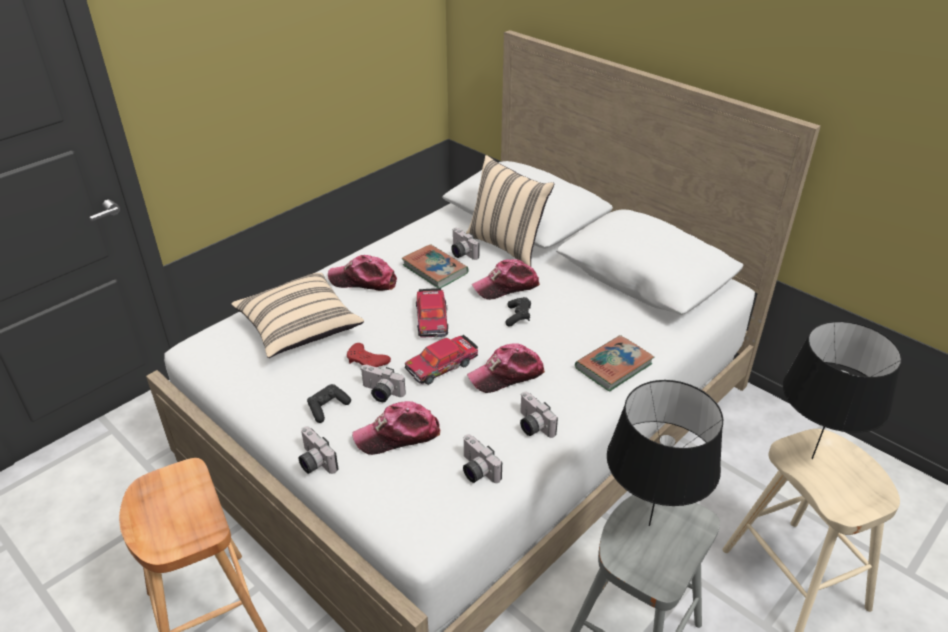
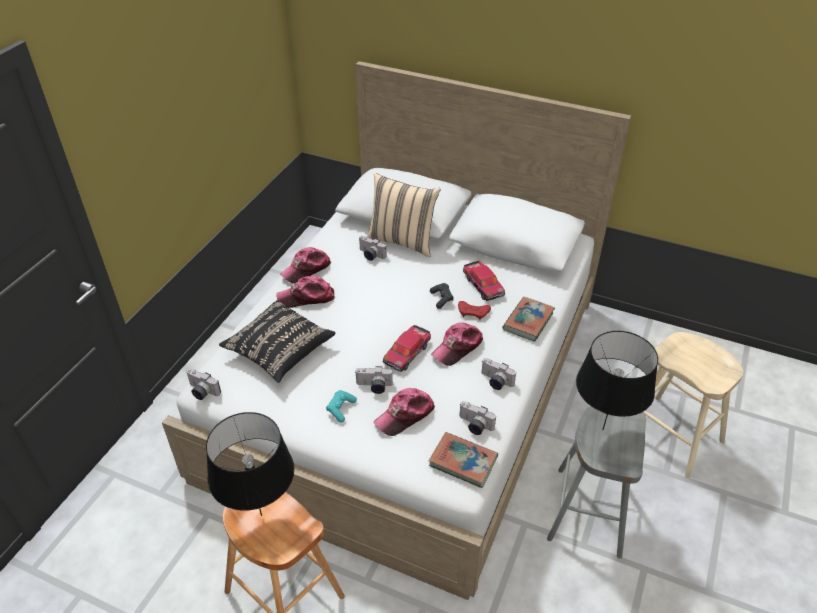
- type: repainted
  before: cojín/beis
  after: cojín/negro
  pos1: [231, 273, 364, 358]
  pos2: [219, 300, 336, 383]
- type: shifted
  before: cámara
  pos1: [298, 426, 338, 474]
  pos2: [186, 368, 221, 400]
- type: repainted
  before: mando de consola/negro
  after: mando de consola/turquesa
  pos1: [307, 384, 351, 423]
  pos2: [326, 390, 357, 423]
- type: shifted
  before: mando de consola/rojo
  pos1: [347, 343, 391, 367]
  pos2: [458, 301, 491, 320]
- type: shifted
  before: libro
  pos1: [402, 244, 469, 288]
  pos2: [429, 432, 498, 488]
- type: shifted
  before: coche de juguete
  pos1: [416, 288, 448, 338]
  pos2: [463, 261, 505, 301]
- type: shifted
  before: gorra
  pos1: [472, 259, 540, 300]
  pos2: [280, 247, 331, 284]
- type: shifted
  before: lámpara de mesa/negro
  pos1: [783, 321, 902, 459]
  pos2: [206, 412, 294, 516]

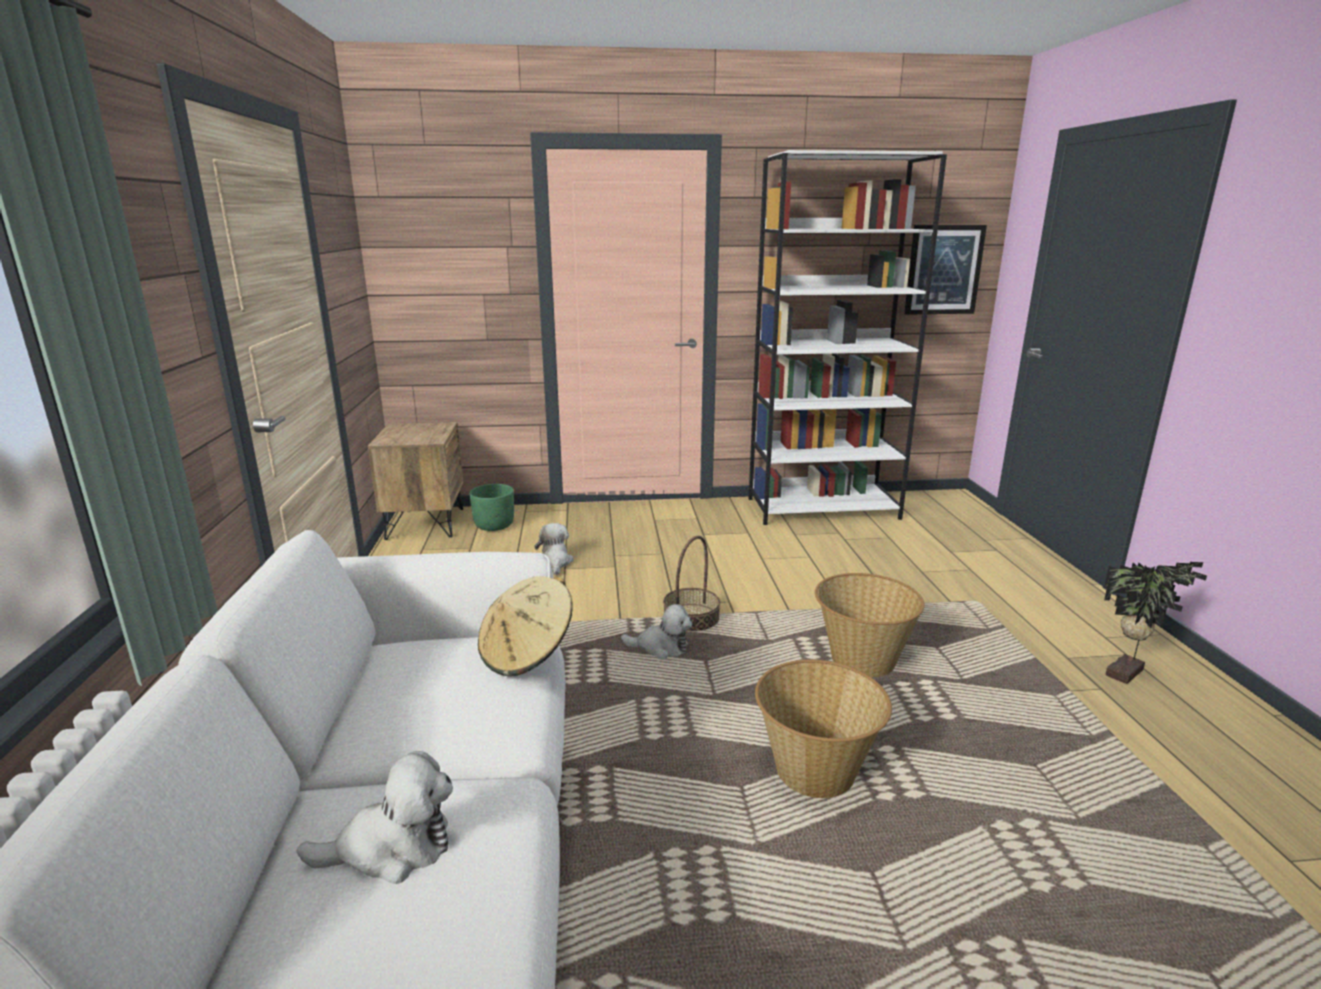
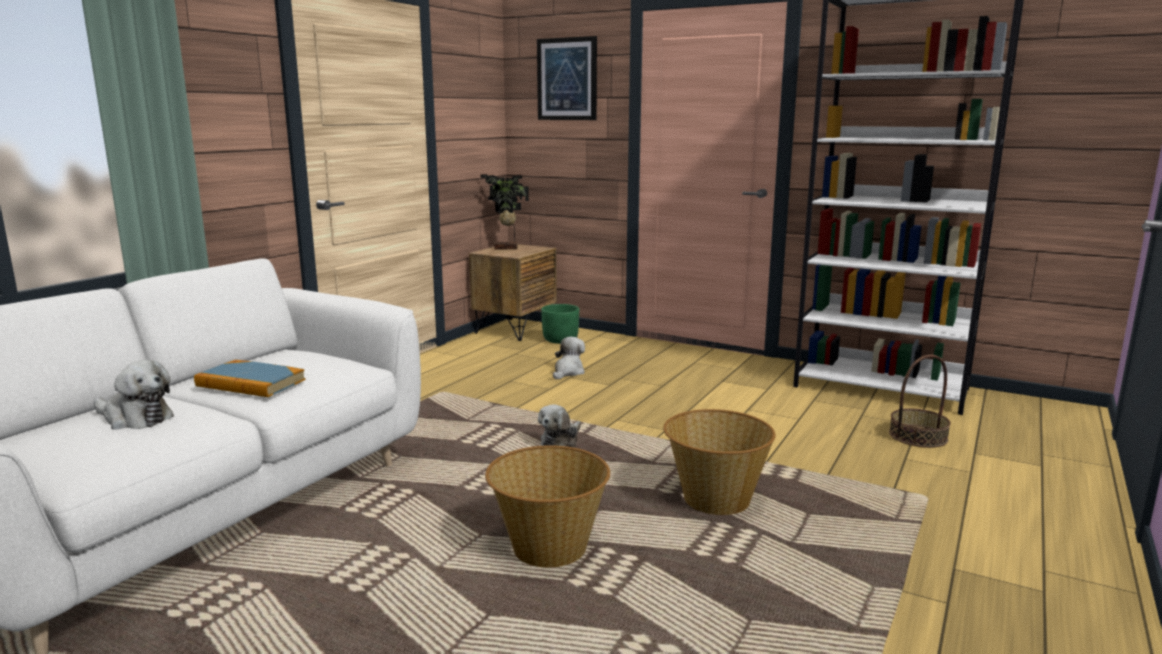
- type: gone
  before: sombrero/beis
  pos1: [478, 576, 573, 677]
- type: rotated
  before: peluche
  pos1: [621, 604, 692, 659]
  pos2: [538, 404, 581, 447]
  turn: 75
- type: shifted
  before: cesta
  pos1: [663, 536, 720, 632]
  pos2: [889, 355, 951, 448]
- type: shifted
  before: cuadro
  pos1: [904, 225, 987, 315]
  pos2: [537, 36, 597, 120]
- type: shifted
  before: planta en maceta
  pos1: [1104, 562, 1207, 684]
  pos2: [480, 174, 529, 250]
- type: new
  after: libro
  pos2: [194, 360, 306, 397]

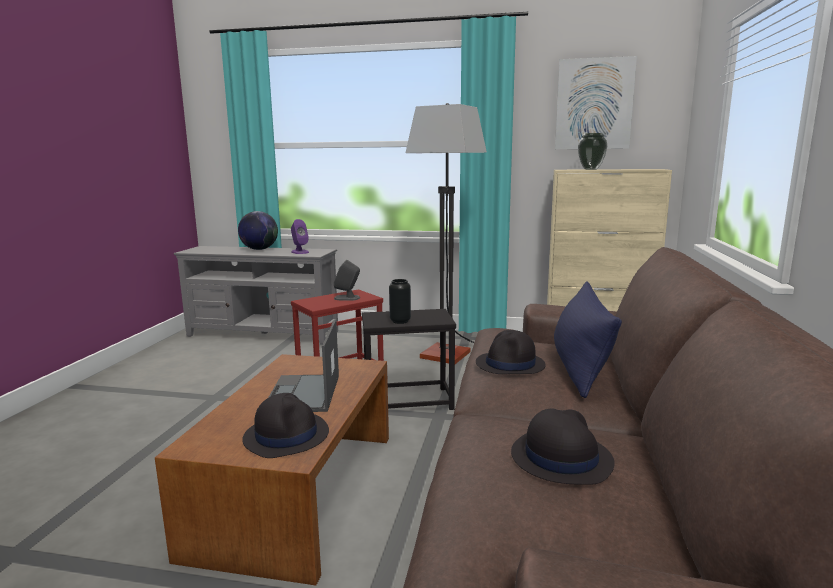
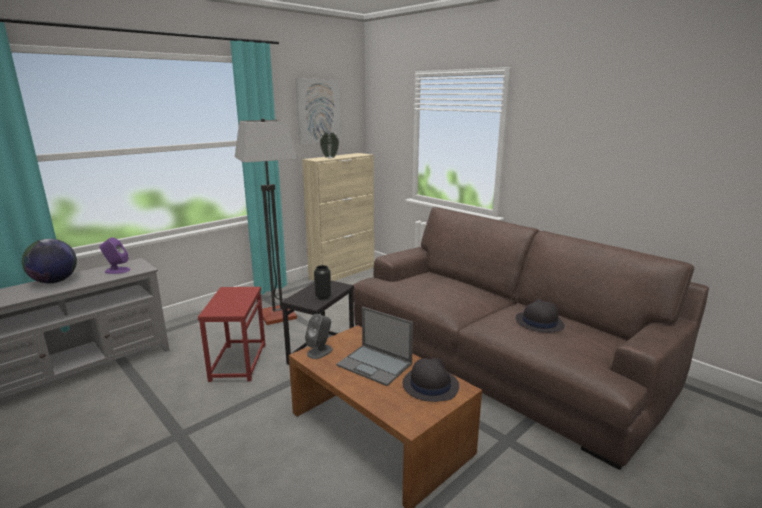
- type: shifted
  before: altavoz/gris
  pos1: [334, 260, 360, 301]
  pos2: [305, 314, 333, 359]
- type: gone
  before: sombrero/negro
  pos1: [476, 330, 546, 374]
- type: gone
  before: cojín/azul
  pos1: [554, 281, 622, 398]

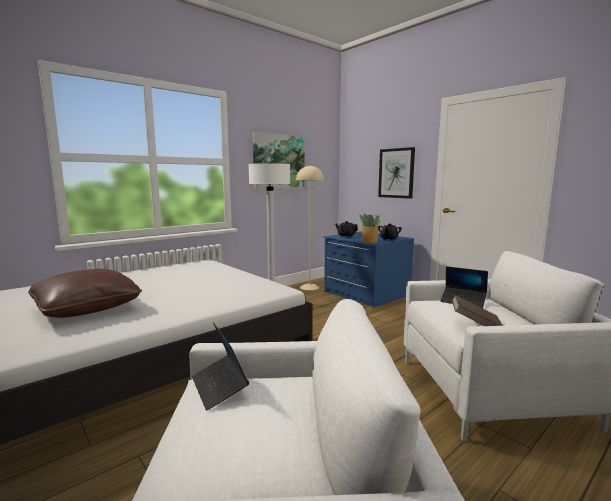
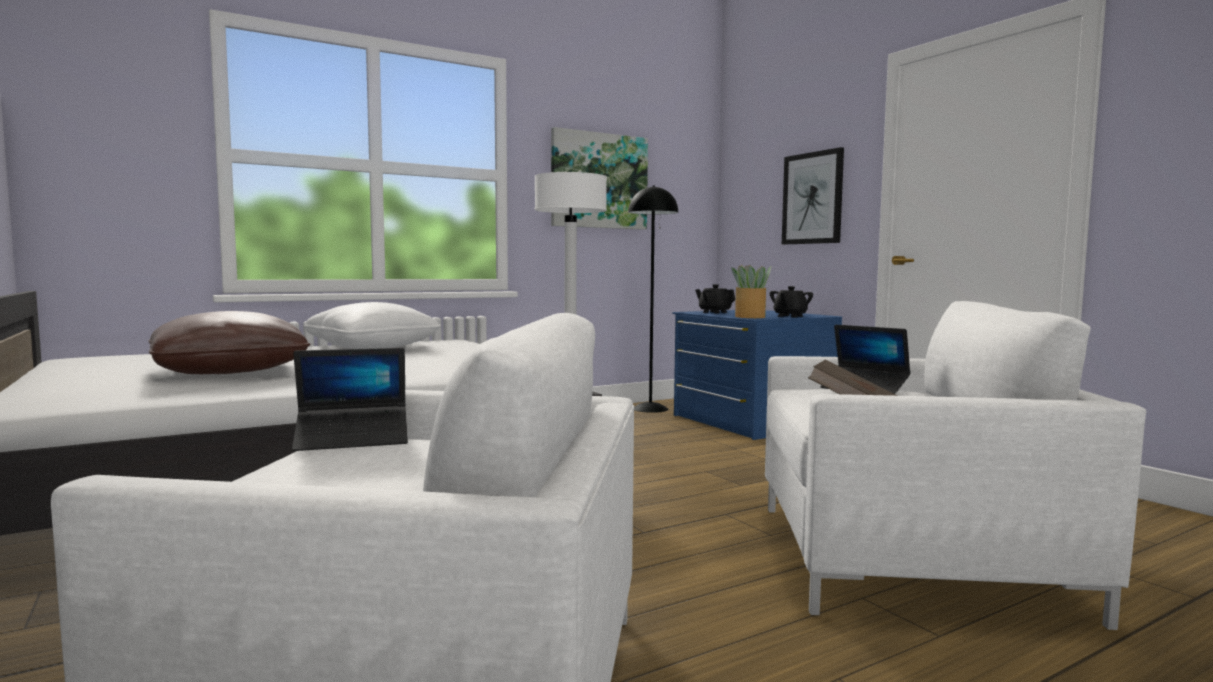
- type: rotated
  before: portátil
  pos1: [192, 323, 249, 411]
  pos2: [292, 348, 408, 451]
  turn: -90
- type: repainted
  before: lámpara de pie/beis
  after: lámpara de pie/negro
  pos1: [296, 165, 324, 290]
  pos2: [628, 185, 678, 413]
- type: new
  after: cojín/blanco
  pos2: [304, 302, 441, 349]

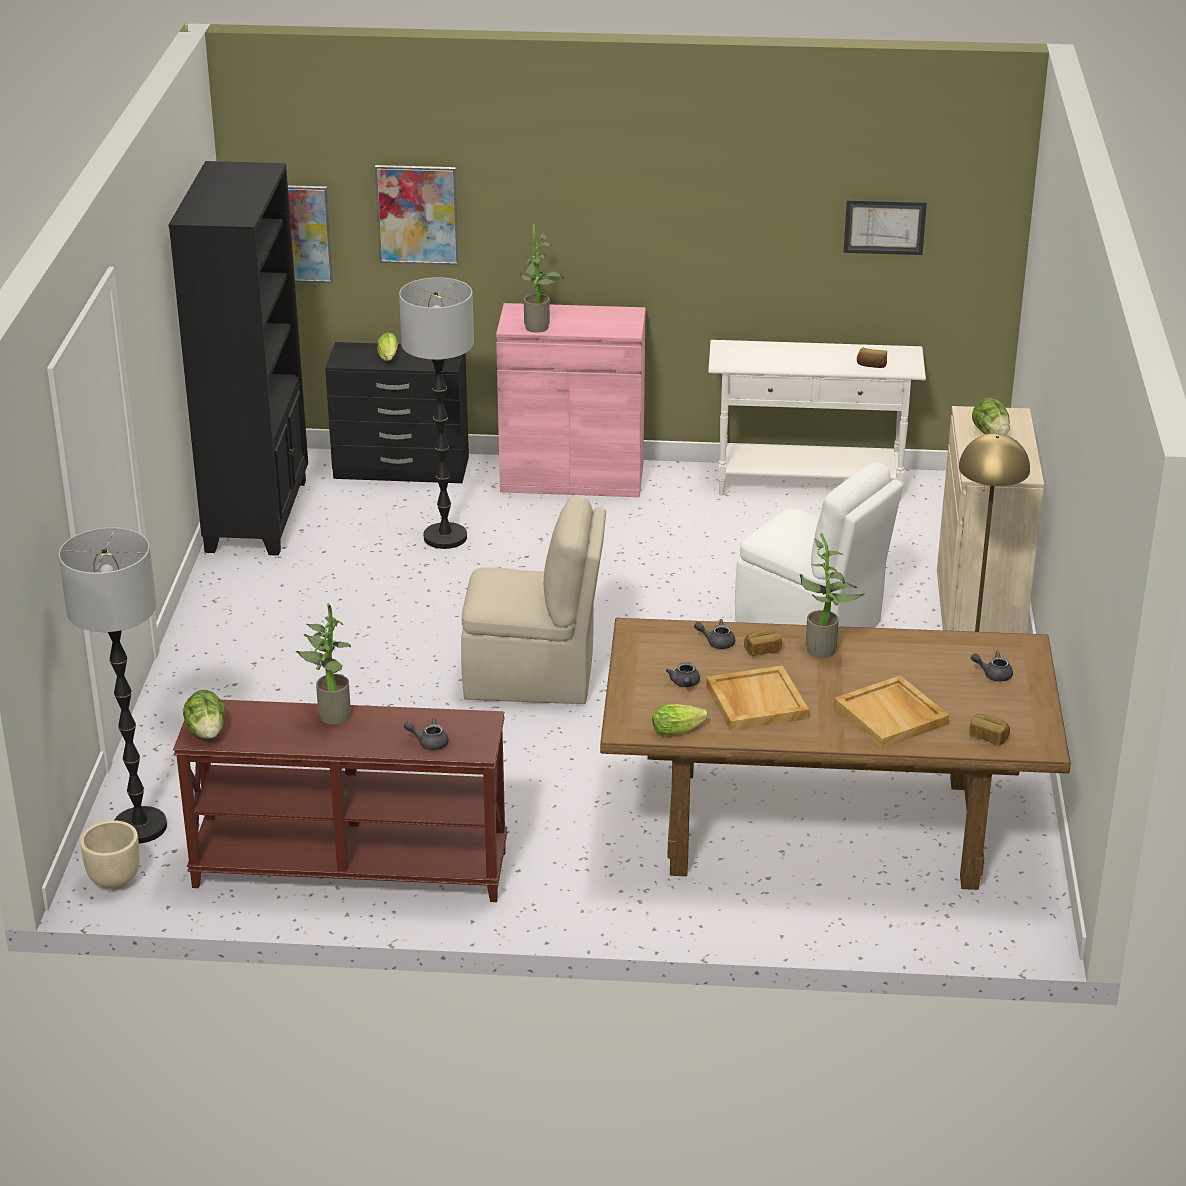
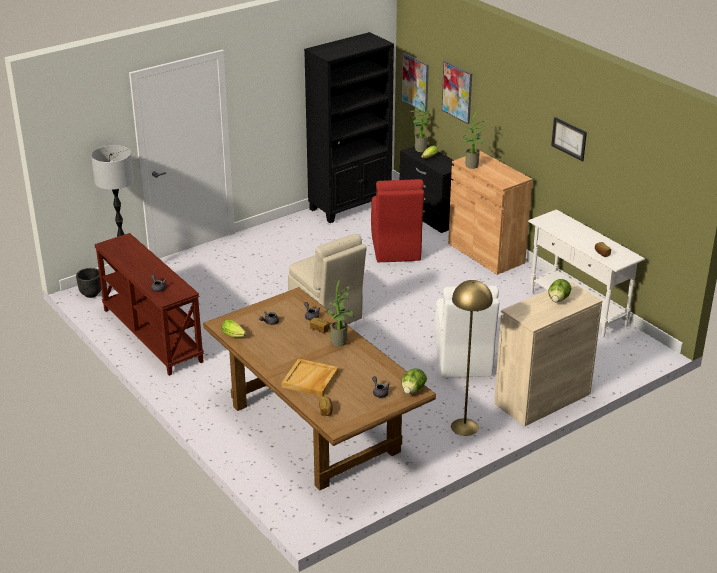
- type: repainted
  before: maceta/beis
  after: maceta/negro
  pos1: [80, 820, 140, 890]
  pos2: [76, 268, 101, 298]
- type: shifted
  before: lechuga
  pos1: [183, 690, 225, 739]
  pos2: [401, 369, 427, 394]
- type: shifted
  before: planta en maceta
  pos1: [296, 603, 351, 724]
  pos2: [410, 101, 431, 152]
- type: swapped
  before: lámpara de pie
  after: silla/rojo
  pos1: [399, 277, 474, 549]
  pos2: [371, 179, 424, 263]
- type: repainted
  before: armario/rosa
  after: armario/marrón
  pos1: [496, 303, 646, 497]
  pos2: [448, 151, 532, 275]
- type: gone
  before: bandeja/beis
  pos1: [706, 665, 809, 731]
- type: shifted
  before: cuadro
  pos1: [844, 200, 927, 255]
  pos2: [551, 117, 587, 162]

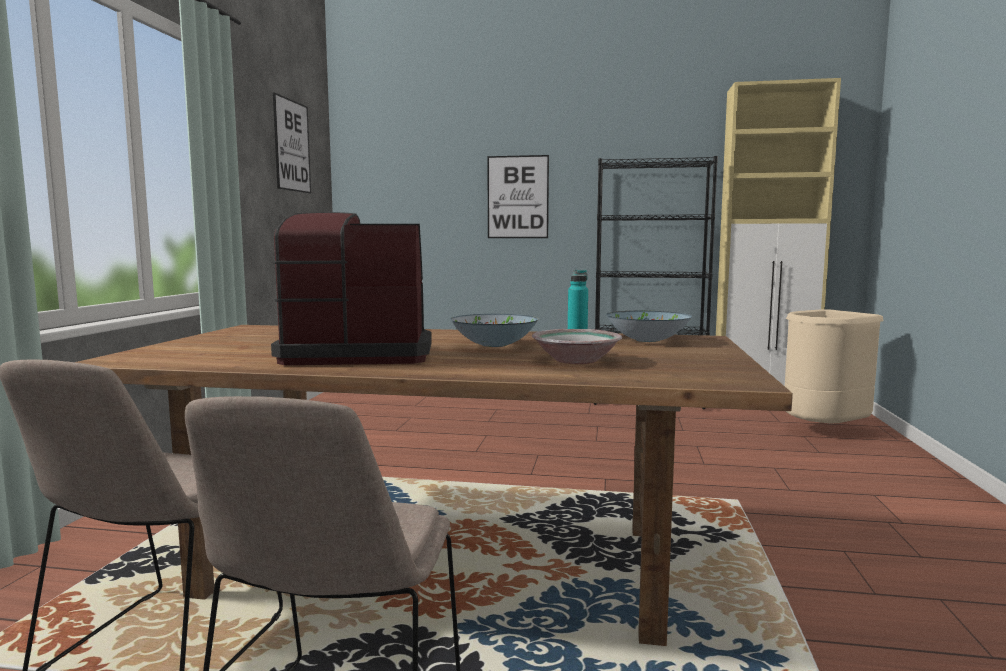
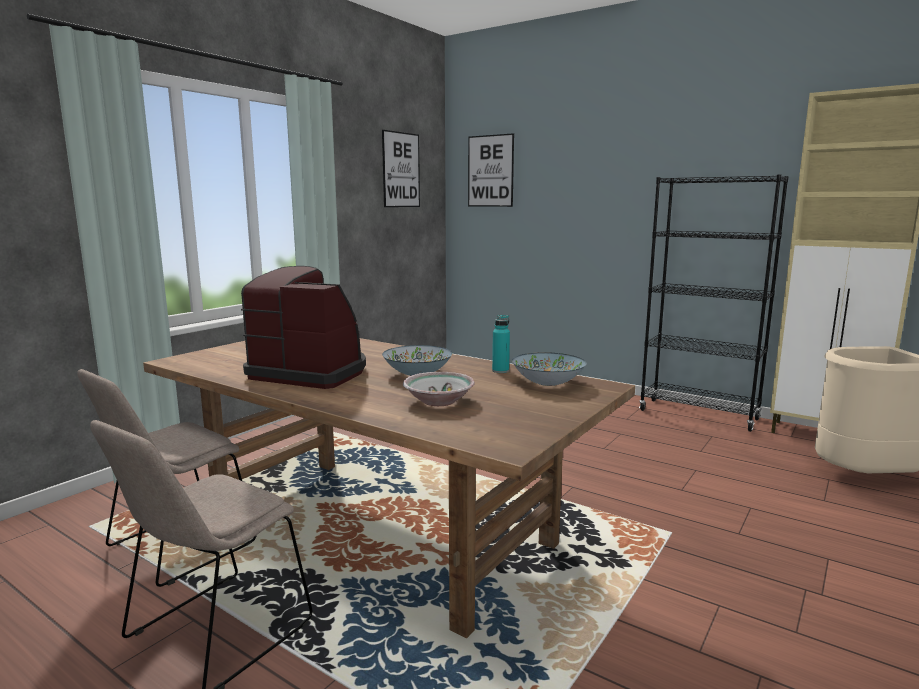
- type: shifted
  before: cuadro
  pos1: [488, 155, 549, 238]
  pos2: [468, 133, 514, 207]

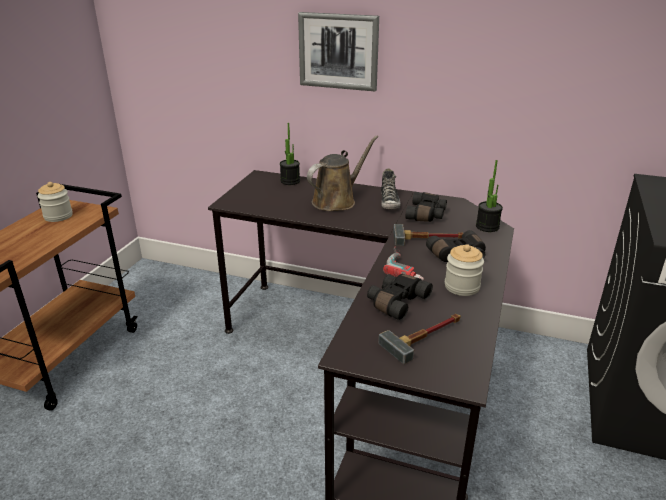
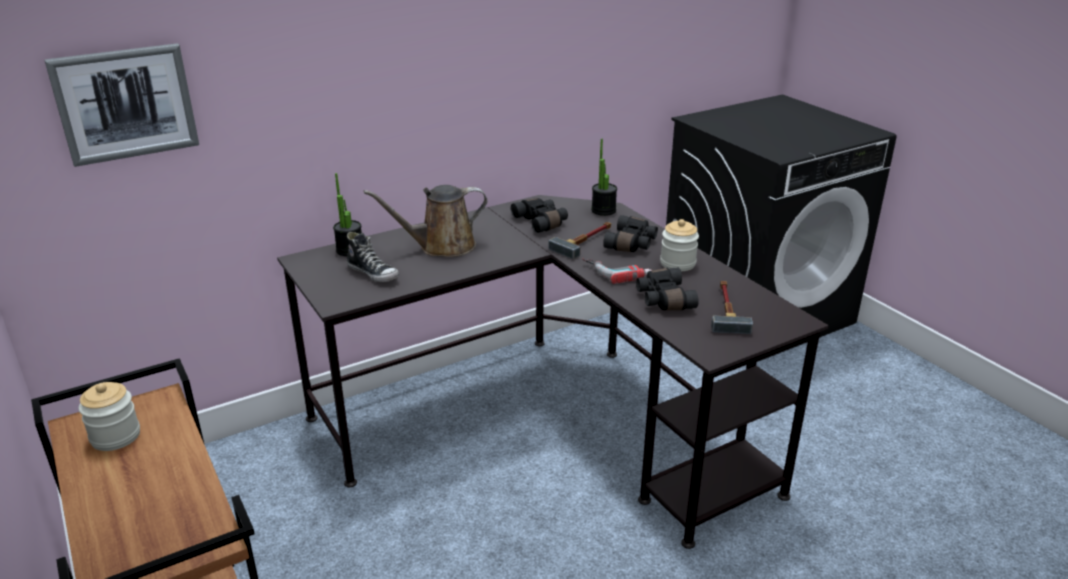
- type: shifted
  before: cuadro
  pos1: [298, 12, 379, 91]
  pos2: [44, 43, 199, 167]
- type: rotated
  before: regadera/marrón
  pos1: [307, 136, 378, 211]
  pos2: [364, 185, 487, 257]
  turn: -105
- type: shifted
  before: zapato
  pos1: [381, 168, 401, 210]
  pos2: [347, 232, 399, 282]

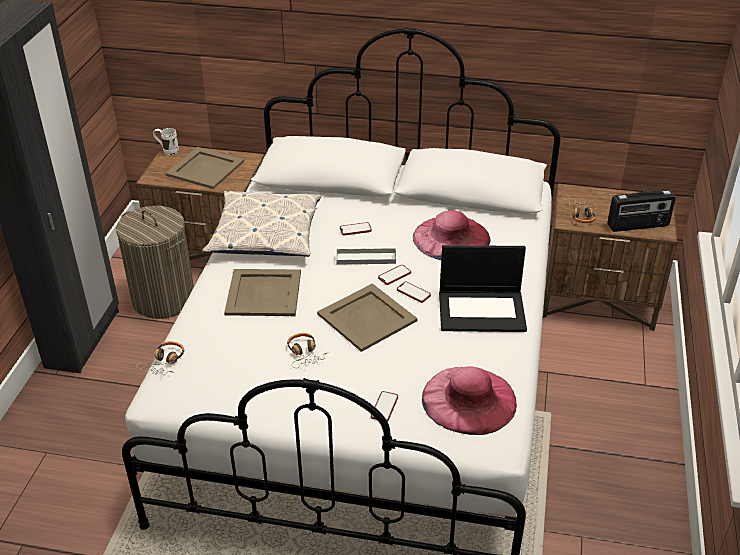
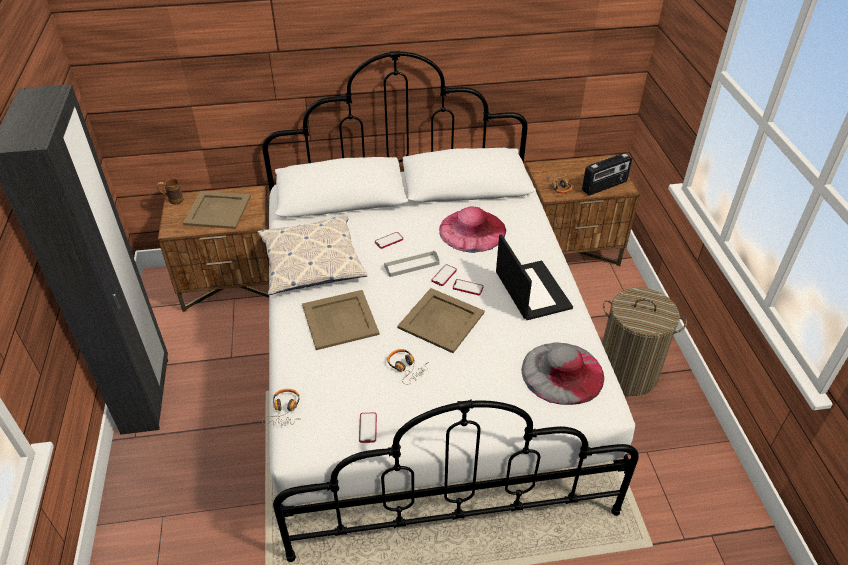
- type: shifted
  before: cesto de la ropa
  pos1: [116, 206, 194, 319]
  pos2: [602, 288, 687, 396]
- type: repainted
  before: taza grande/blanco
  after: taza grande/marrón
  pos1: [153, 128, 179, 155]
  pos2: [156, 179, 184, 204]
- type: shifted
  before: móvil
  pos1: [371, 391, 398, 422]
  pos2: [359, 413, 377, 443]
- type: repainted
  before: sombrero/rosa
  after: sombrero/gris
  pos1: [422, 366, 517, 435]
  pos2: [522, 342, 605, 405]
- type: rotated
  before: portátil
  pos1: [439, 245, 527, 332]
  pos2: [496, 234, 573, 320]
  turn: -90

